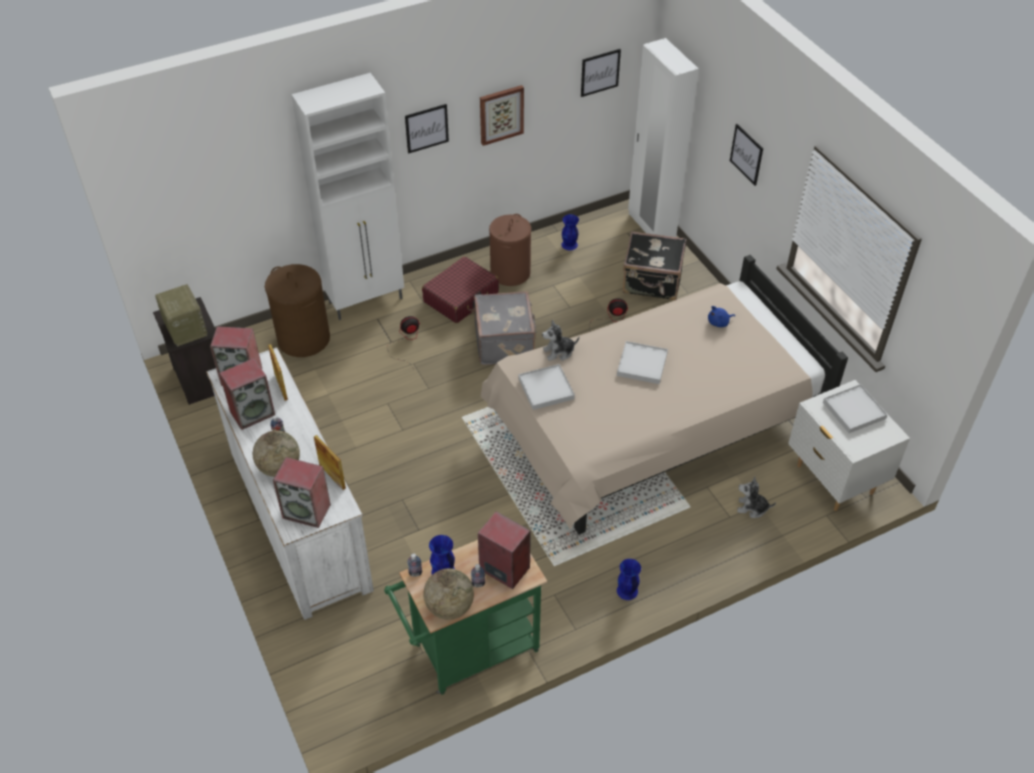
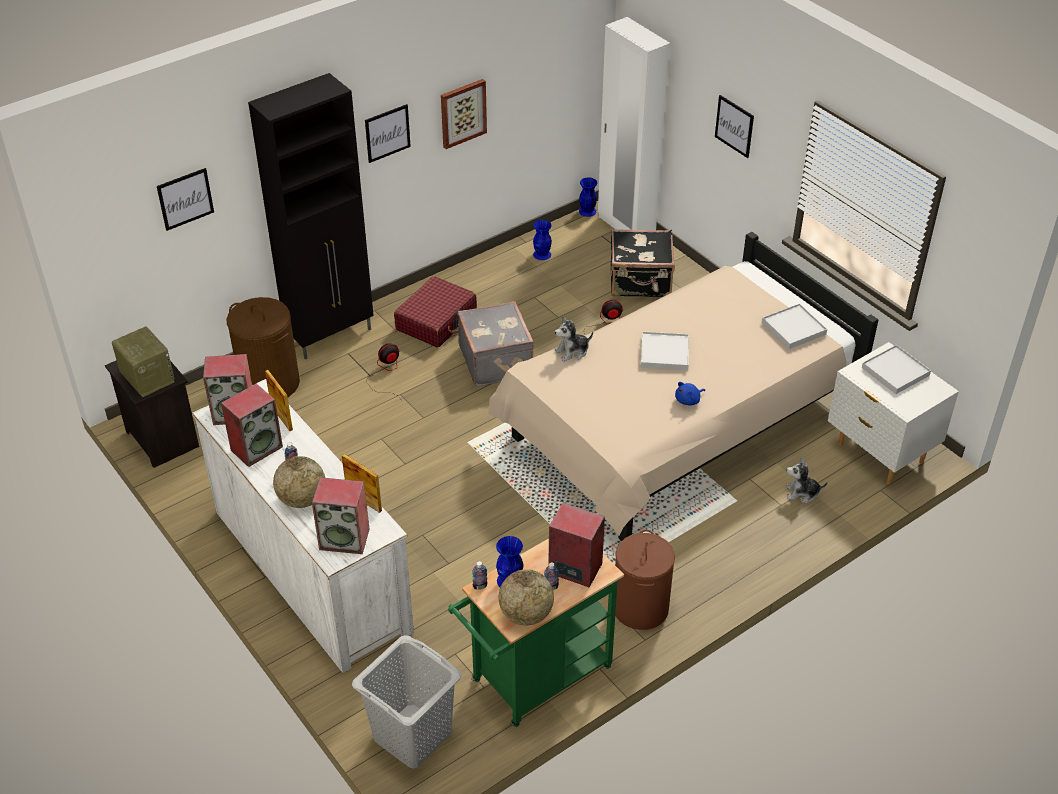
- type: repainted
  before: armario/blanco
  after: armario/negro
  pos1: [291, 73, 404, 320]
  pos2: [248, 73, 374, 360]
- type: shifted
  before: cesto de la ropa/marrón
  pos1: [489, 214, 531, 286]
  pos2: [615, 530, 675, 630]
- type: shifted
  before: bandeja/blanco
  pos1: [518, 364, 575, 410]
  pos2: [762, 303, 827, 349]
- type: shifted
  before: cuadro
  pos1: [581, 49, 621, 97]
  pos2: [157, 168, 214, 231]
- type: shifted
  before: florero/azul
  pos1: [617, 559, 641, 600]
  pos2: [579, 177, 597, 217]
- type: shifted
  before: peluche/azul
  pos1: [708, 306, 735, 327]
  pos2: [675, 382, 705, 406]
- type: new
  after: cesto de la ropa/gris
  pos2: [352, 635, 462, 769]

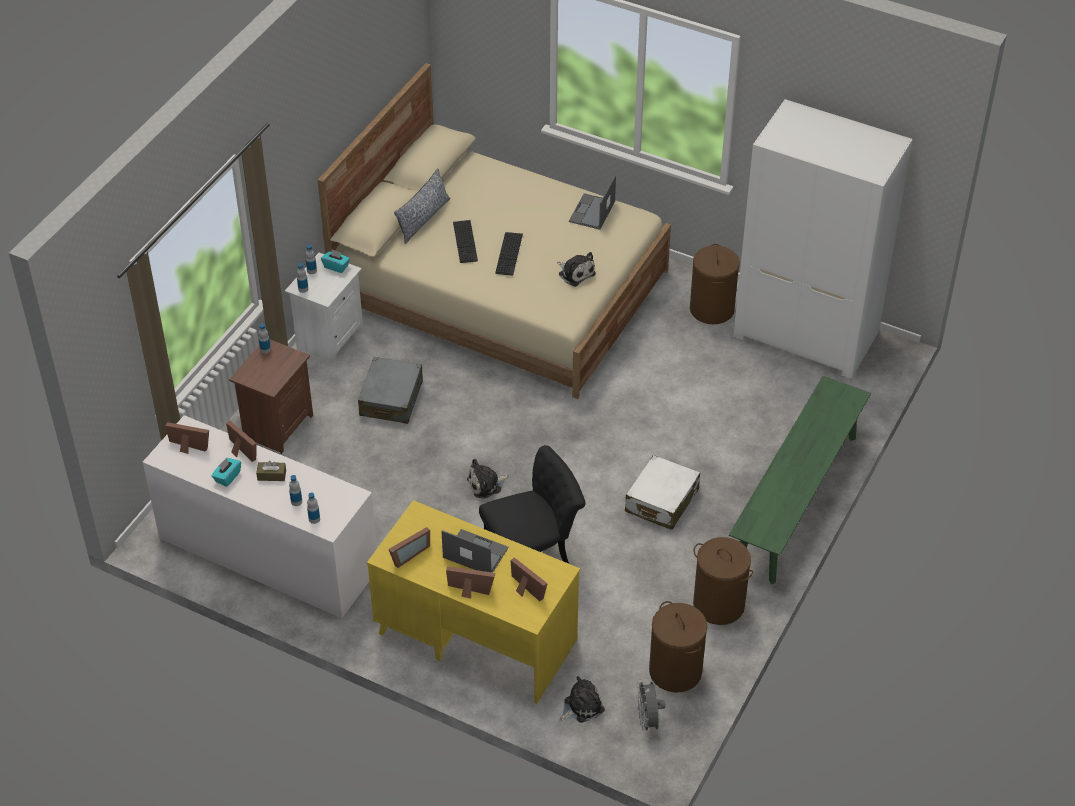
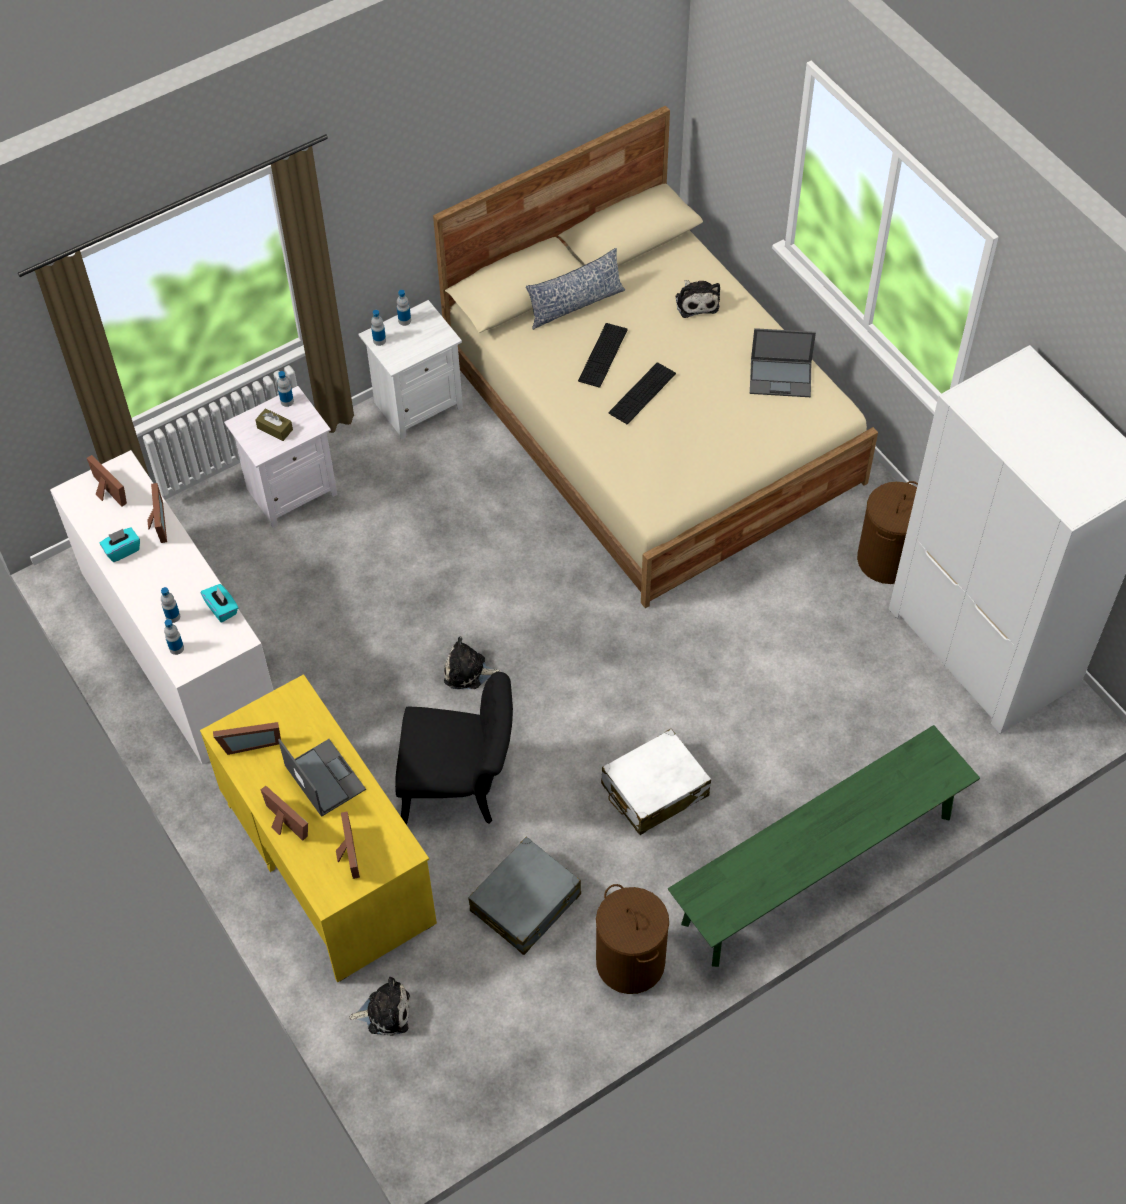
- type: repainted
  before: mesita de noche/marrón
  after: mesita de noche/blanco
  pos1: [229, 339, 313, 454]
  pos2: [224, 386, 338, 528]
- type: shifted
  before: caja de pañuelos/marrón
  pos1: [256, 461, 286, 481]
  pos2: [255, 408, 293, 441]
- type: shifted
  before: caja de pañuelos/turquesa
  pos1: [321, 249, 350, 273]
  pos2: [201, 584, 238, 622]
- type: shifted
  before: maleta/gris
  pos1: [358, 357, 423, 424]
  pos2: [468, 837, 581, 955]
- type: shifted
  before: peluche
  pos1: [557, 252, 596, 287]
  pos2: [675, 280, 720, 318]
- type: rotated
  before: portátil
  pos1: [569, 175, 616, 230]
  pos2: [750, 328, 816, 397]
  turn: -135
- type: gone
  before: ventilador/gris
  pos1: [636, 679, 666, 734]
- type: gone
  before: cesto de la ropa/marrón
  pos1: [649, 601, 707, 692]

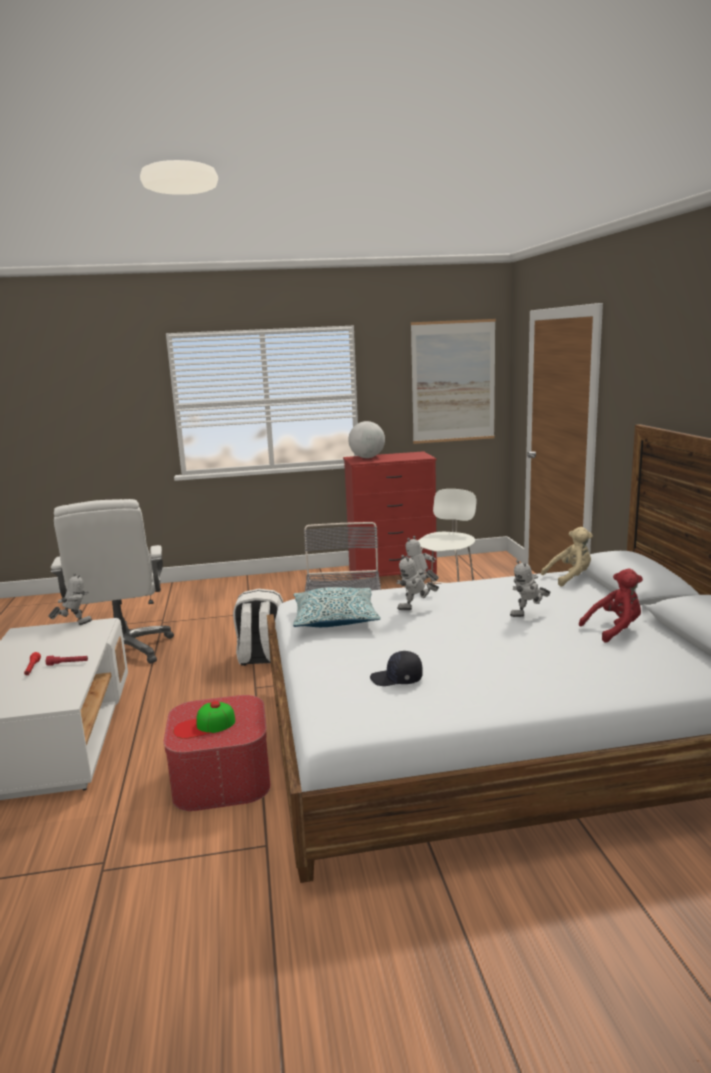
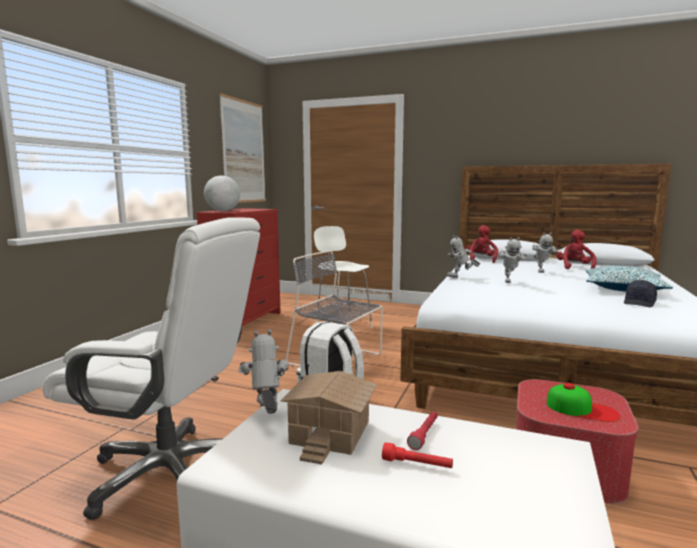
- type: rotated
  before: gorra
  pos1: [173, 701, 235, 739]
  pos2: [547, 383, 620, 422]
  turn: -75
- type: shifted
  before: cojín
  pos1: [293, 587, 381, 627]
  pos2: [585, 266, 673, 292]
- type: repainted
  before: peluche/beis
  after: peluche/rojo
  pos1: [541, 527, 593, 587]
  pos2: [466, 225, 498, 263]
- type: new
  after: casita
  pos2: [281, 371, 377, 465]

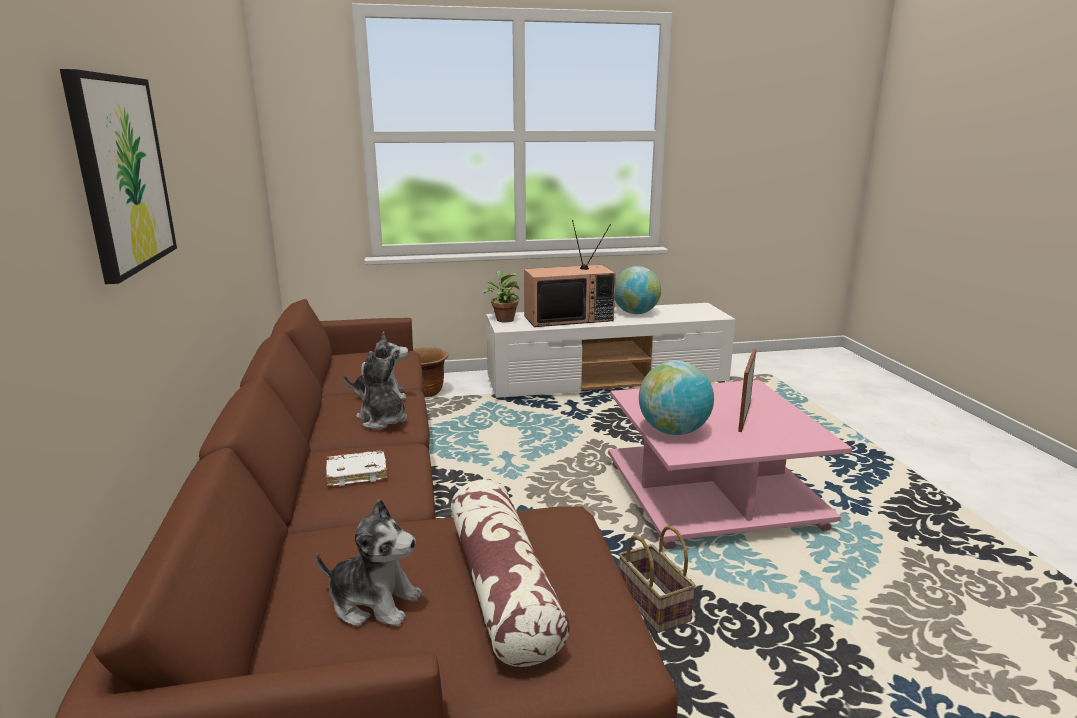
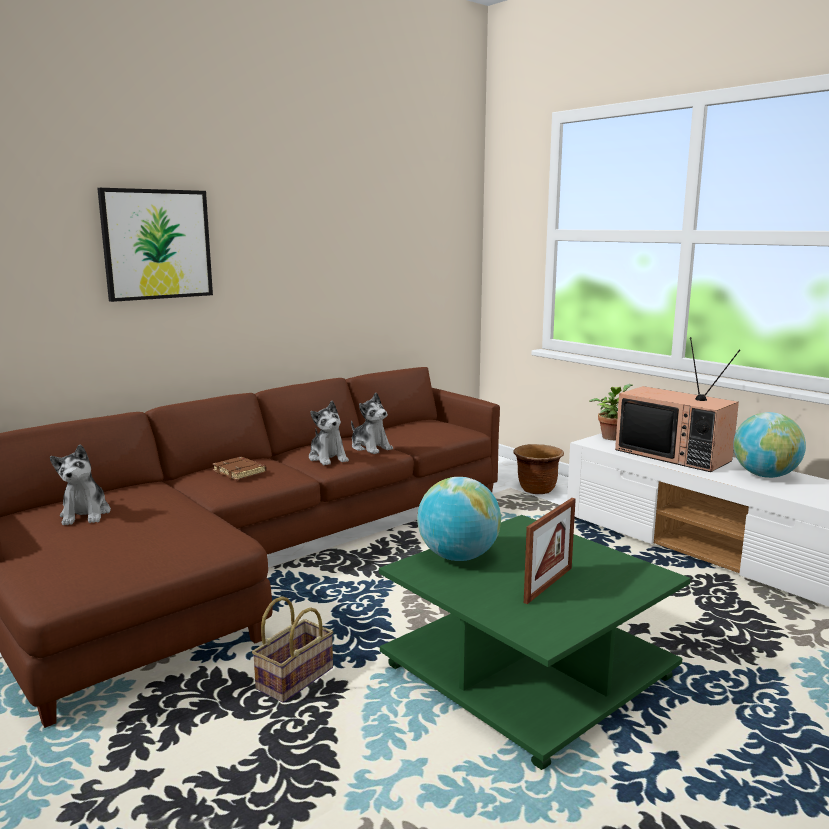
- type: repainted
  before: libro/blanco
  after: libro/marrón
  pos1: [326, 450, 388, 487]
  pos2: [212, 457, 267, 480]
- type: rotated
  before: peluche
  pos1: [356, 351, 407, 429]
  pos2: [309, 401, 349, 466]
  turn: 135
- type: gone
  before: cojín
  pos1: [450, 479, 570, 667]
- type: repainted
  before: mesa de centro/rosa
  after: mesa de centro/verde
  pos1: [608, 380, 852, 549]
  pos2: [379, 515, 691, 770]
- type: rotated
  before: portarretratos
  pos1: [738, 349, 756, 432]
  pos2: [524, 498, 576, 604]
  turn: 135

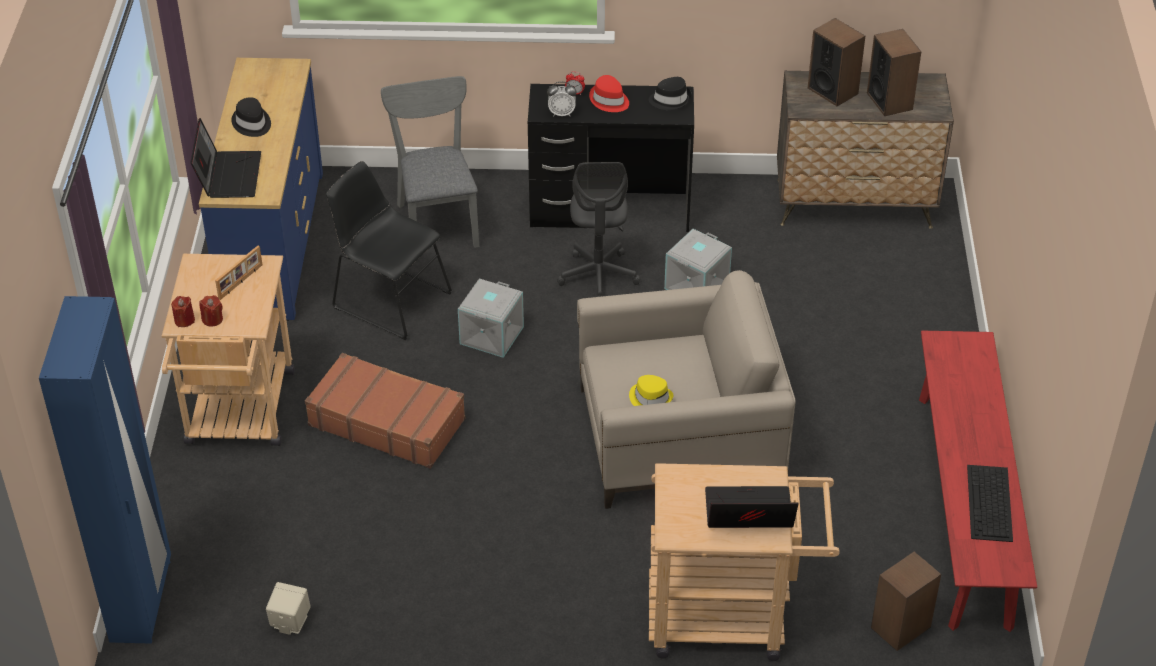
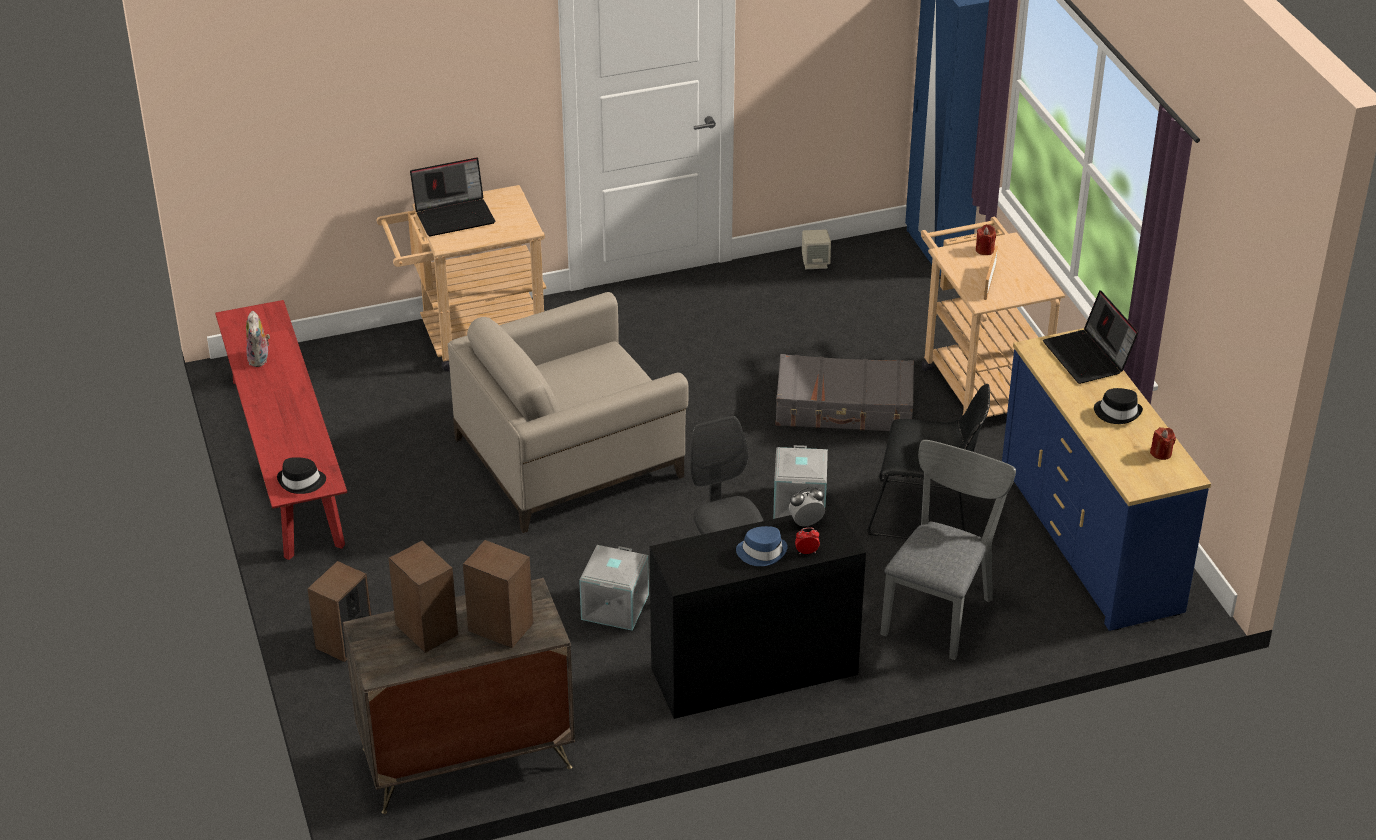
- type: shifted
  before: vela/rojo
  pos1: [171, 296, 195, 327]
  pos2: [1150, 427, 1176, 460]
- type: repainted
  before: maleta/marrón
  after: maleta/gris
  pos1: [305, 353, 465, 469]
  pos2: [776, 354, 914, 431]
- type: rotated
  before: silla/gris
  pos1: [381, 76, 479, 248]
  pos2: [880, 440, 1016, 660]
  turn: -120
- type: repainted
  before: sombrero/rojo
  after: sombrero/azul
  pos1: [589, 75, 629, 112]
  pos2: [736, 526, 788, 566]
- type: gone
  before: sombrero/amarillo
  pos1: [629, 375, 674, 406]
- type: shifted
  before: sombrero/negro
  pos1: [649, 77, 691, 110]
  pos2: [277, 457, 326, 494]
- type: shifted
  before: altavoz
  pos1: [871, 552, 941, 651]
  pos2: [307, 561, 371, 662]
- type: swapped
  before: teclado
  after: peluche
  pos1: [967, 465, 1013, 542]
  pos2: [246, 311, 270, 367]

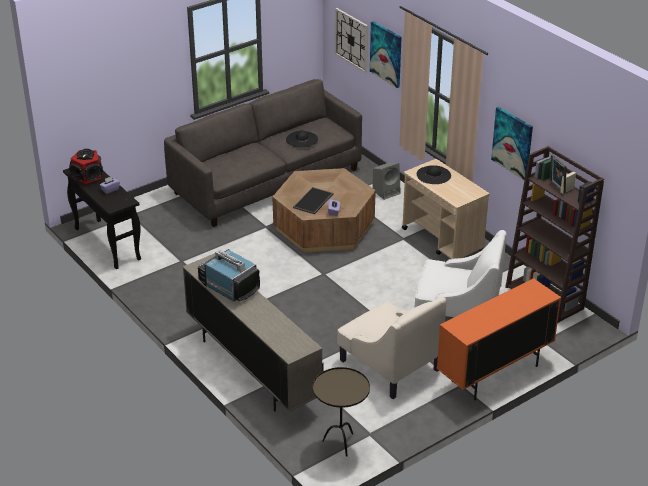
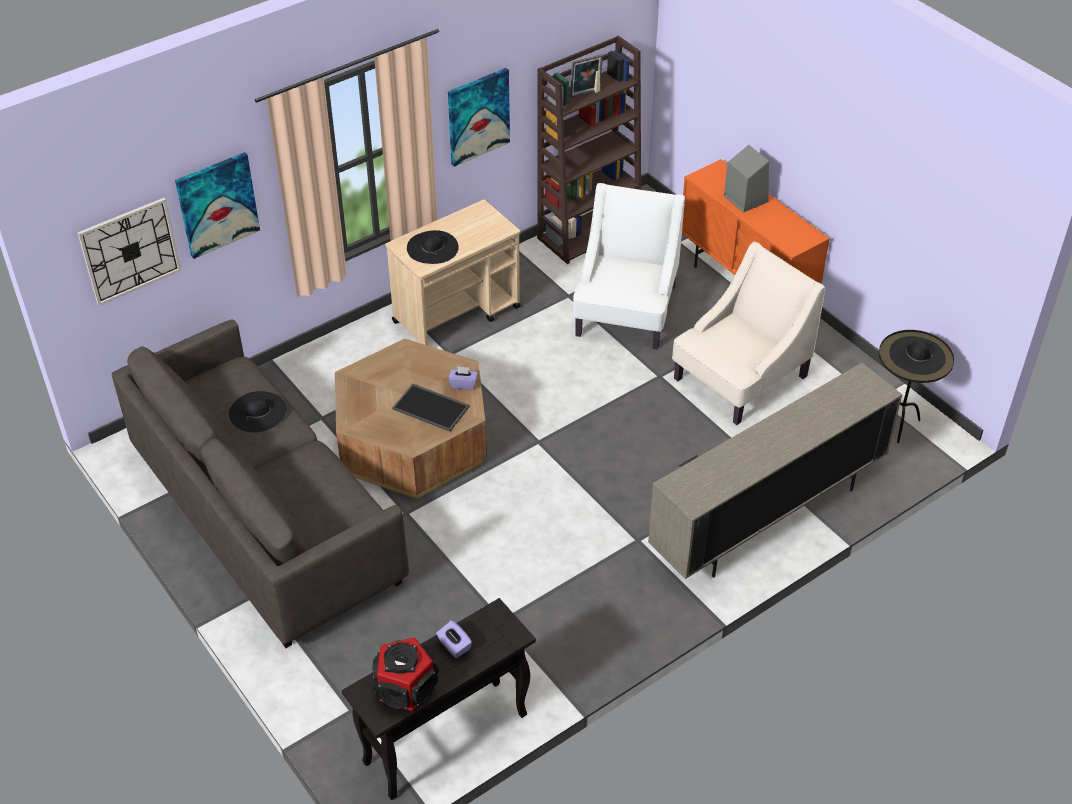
- type: gone
  before: televisor
  pos1: [198, 249, 260, 302]
- type: shifted
  before: altavoz/gris
  pos1: [373, 162, 401, 200]
  pos2: [724, 145, 769, 213]
- type: new
  after: sombrero/negro
  pos2: [889, 336, 946, 375]

